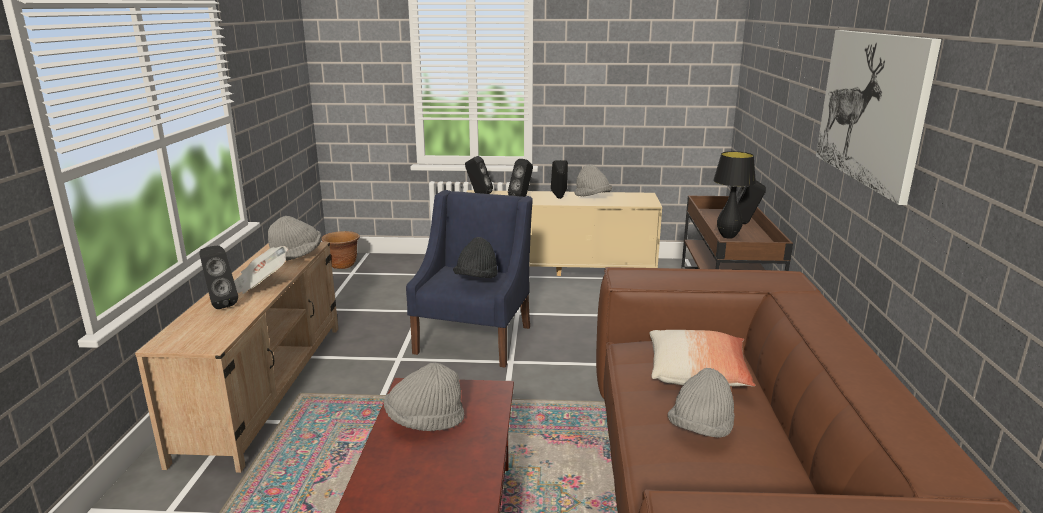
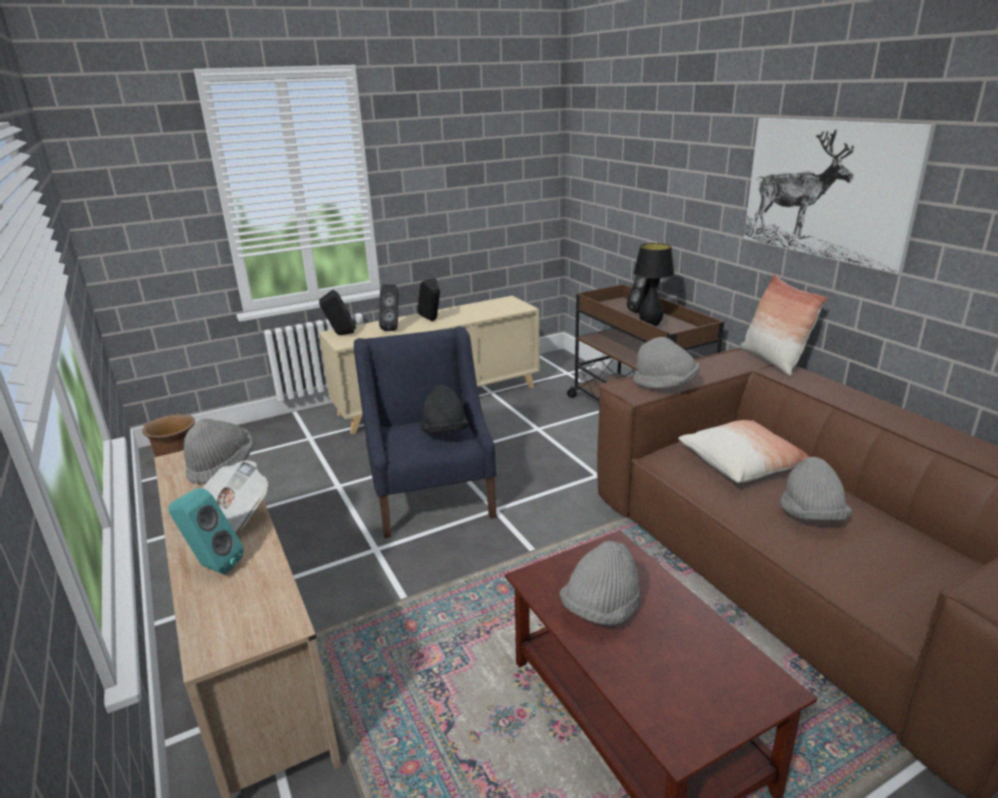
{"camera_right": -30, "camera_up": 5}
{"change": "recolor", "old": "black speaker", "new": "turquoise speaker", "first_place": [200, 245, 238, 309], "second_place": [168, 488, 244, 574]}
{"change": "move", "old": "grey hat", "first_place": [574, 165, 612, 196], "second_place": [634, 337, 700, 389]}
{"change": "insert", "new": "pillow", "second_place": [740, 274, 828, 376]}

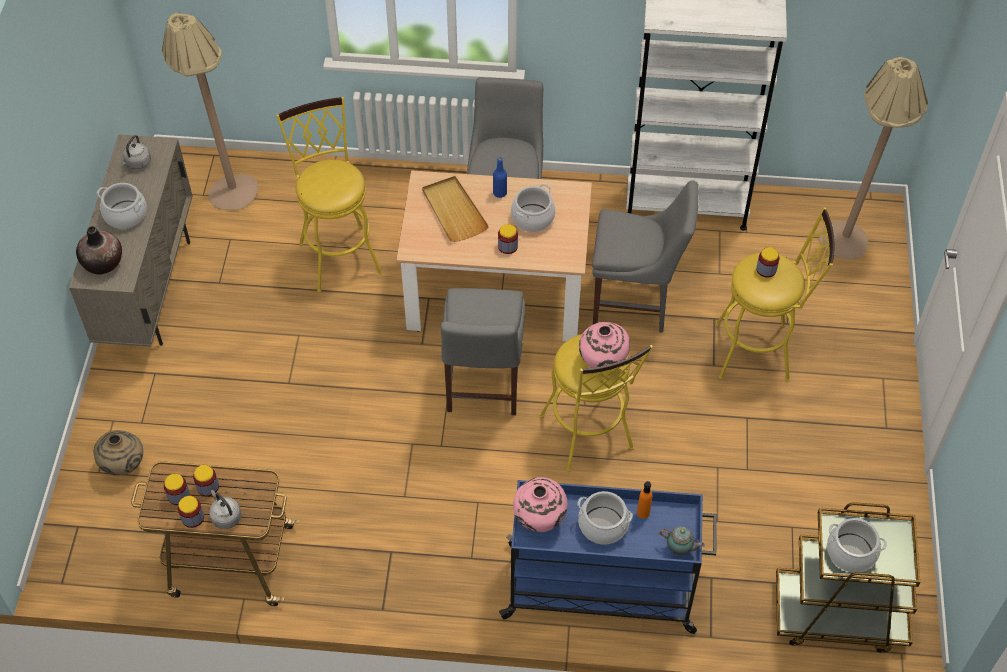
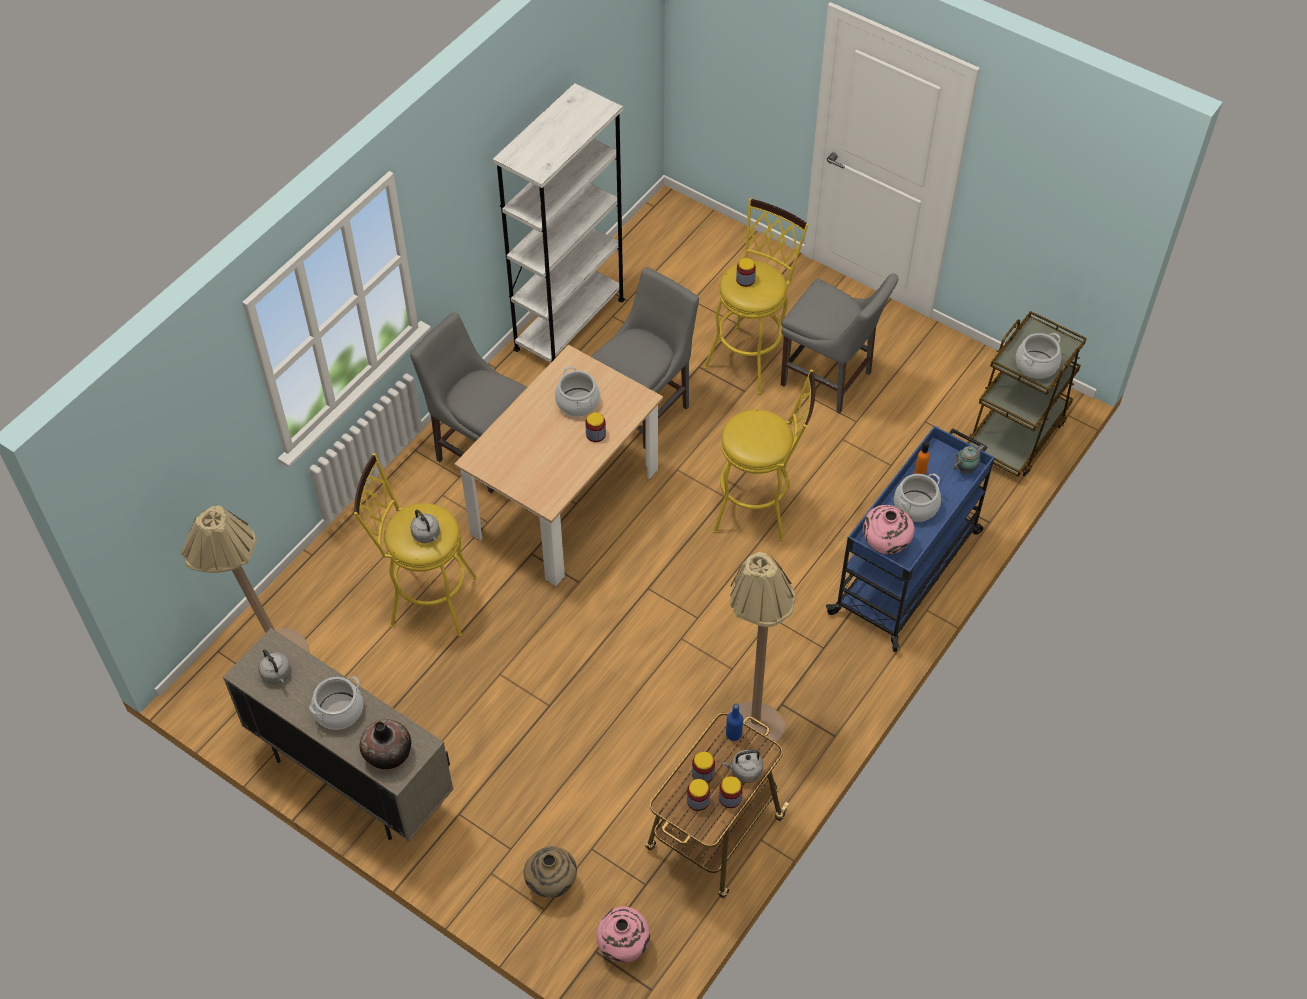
{"camera_right": -60, "camera_up": 0}
{"change": "delete", "old": "beige tray", "first_place": [422, 176, 489, 242]}
{"change": "move", "old": "grey chair", "first_place": [440, 288, 525, 415], "second_place": [781, 273, 899, 414]}
{"change": "move", "old": "blue bottle", "first_place": [493, 157, 507, 198], "second_place": [726, 703, 743, 741]}
{"change": "move", "old": "pink vase", "first_place": [579, 322, 630, 368], "second_place": [596, 906, 650, 962]}
{"change": "move", "old": "beige floor lamp", "first_place": [819, 56, 928, 260], "second_place": [725, 552, 796, 750]}
{"change": "insert", "new": "grey kettle", "second_place": [410, 510, 440, 543]}

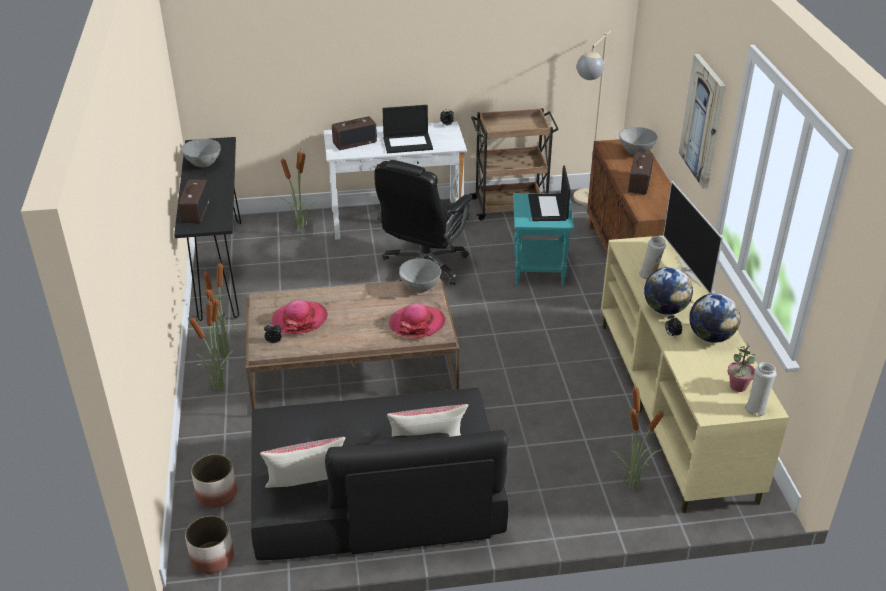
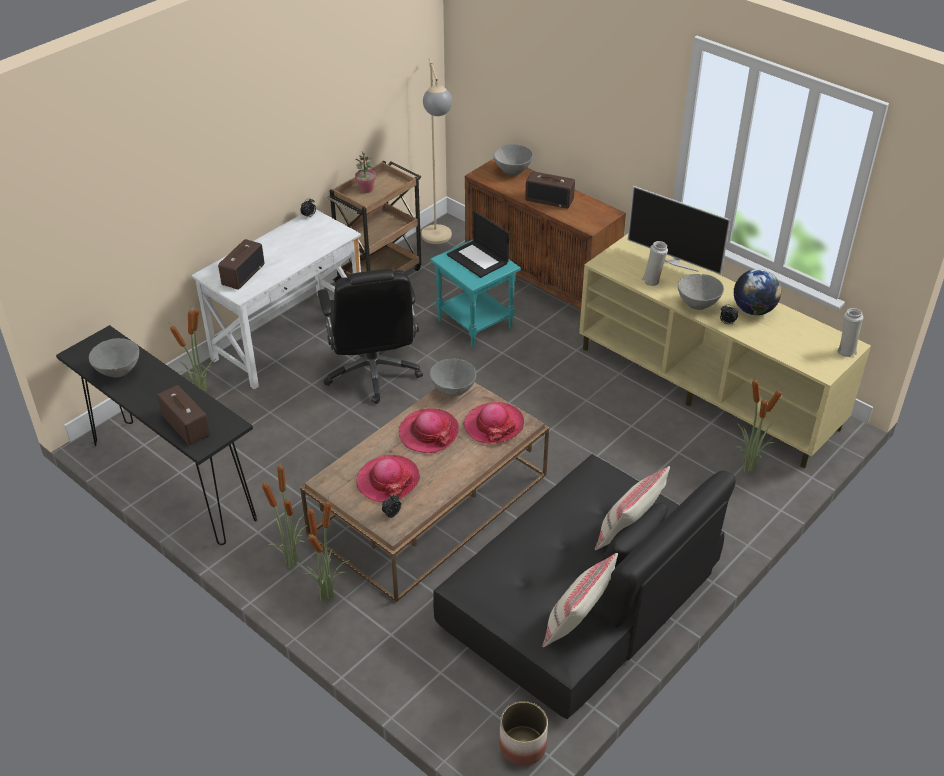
{"camera_right": -40, "camera_up": 5}
{"change": "delete", "old": "planter", "first_place": [191, 454, 237, 508]}
{"change": "delete", "old": "laptop", "first_place": [382, 105, 433, 153]}
{"change": "rotate", "old": "radio", "first_place": [628, 152, 654, 195], "second_place": [525, 171, 575, 209], "degrees": 135}
{"change": "replace", "old": "globe", "new": "grey bowl", "first_place": [644, 267, 693, 315], "second_place": [678, 274, 724, 310]}
{"change": "delete", "old": "picture", "first_place": [679, 54, 726, 189]}
{"change": "move", "old": "potted plant", "first_place": [727, 343, 756, 392], "second_place": [355, 152, 376, 193]}
{"change": "insert", "new": "hat", "second_place": [398, 408, 459, 453]}

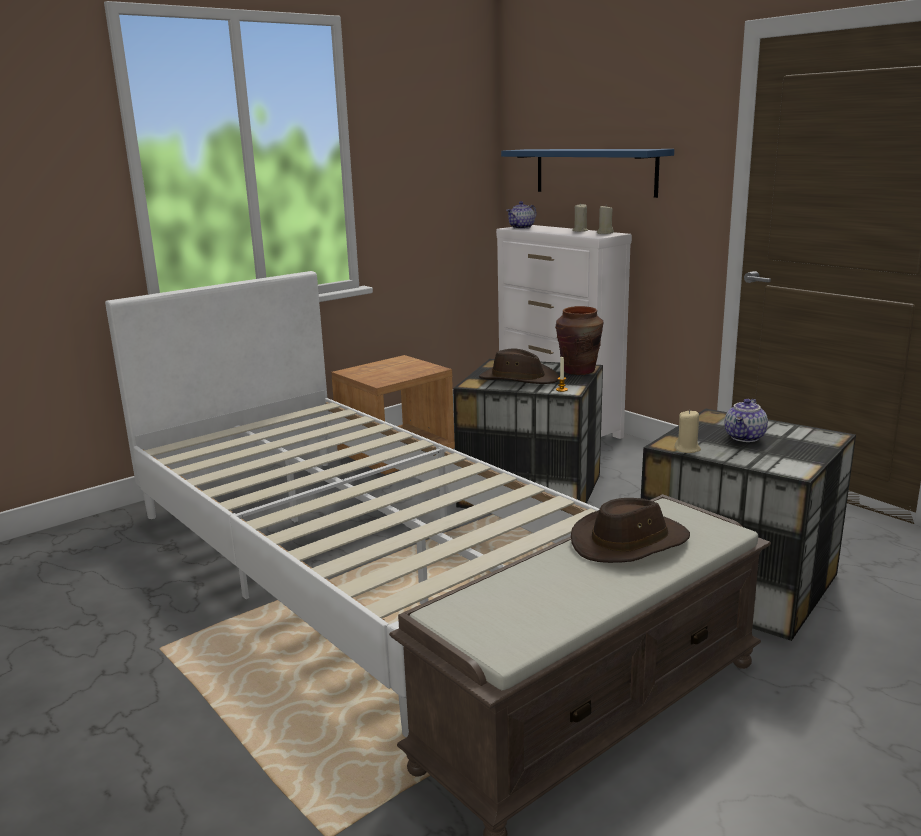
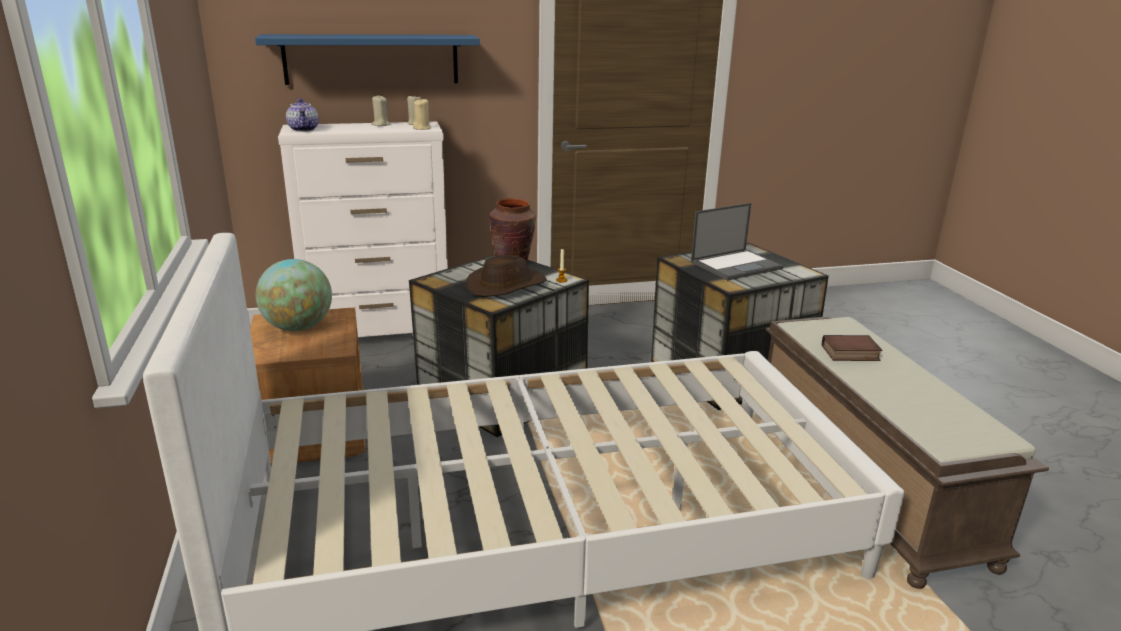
{"camera_right": -65, "camera_up": 5}
{"change": "replace", "old": "brown hat", "new": "book", "first_place": [571, 498, 690, 563], "second_place": [822, 335, 882, 361]}
{"change": "move", "old": "beige candle", "first_place": [675, 410, 701, 453], "second_place": [413, 99, 431, 130]}
{"change": "replace", "old": "teapot", "new": "laptop", "first_place": [724, 399, 768, 442], "second_place": [691, 203, 783, 281]}
{"change": "insert", "new": "globe", "second_place": [256, 259, 332, 331]}

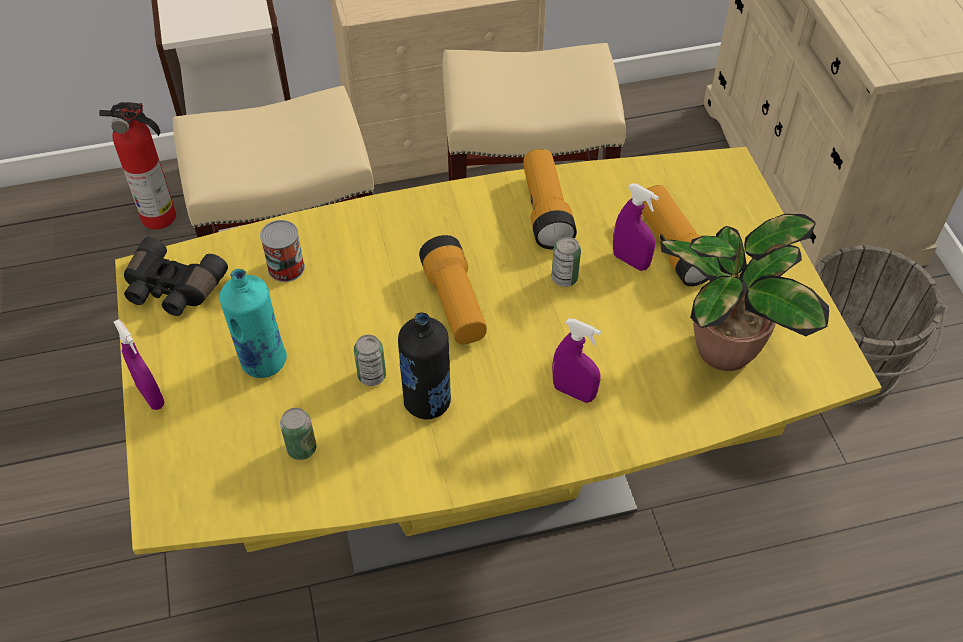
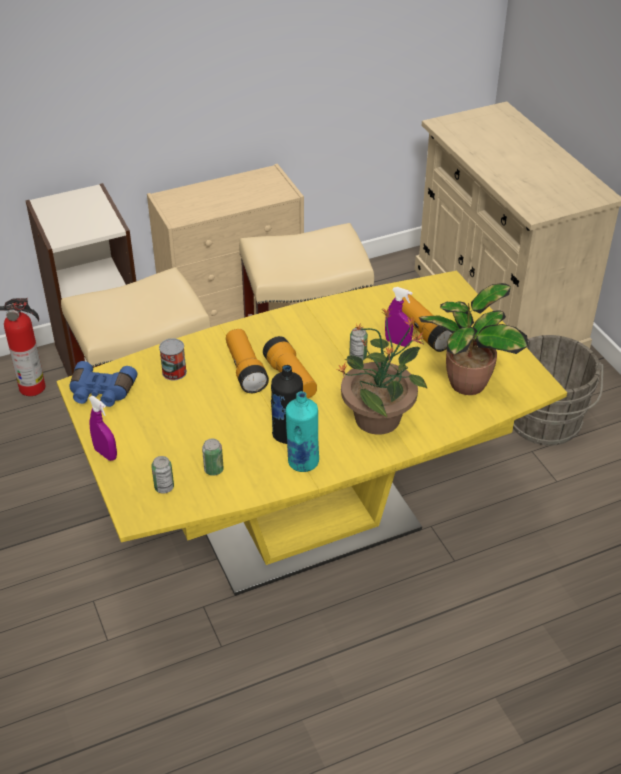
{"camera_right": -10, "camera_up": -10}
{"change": "recolor", "old": "black binoculars", "new": "blue binoculars", "first_place": [124, 237, 228, 316], "second_place": [69, 361, 137, 407]}
{"change": "move", "old": "turquoise bottle", "first_place": [219, 269, 287, 378], "second_place": [286, 391, 319, 472]}
{"change": "move", "old": "can", "first_place": [354, 335, 386, 386], "second_place": [151, 456, 174, 494]}
{"change": "move", "old": "flashlight", "first_place": [523, 149, 577, 249], "second_place": [226, 329, 269, 393]}
{"change": "replace", "old": "purple spray bottle", "new": "potted plant", "first_place": [552, 318, 601, 403], "second_place": [337, 309, 427, 435]}

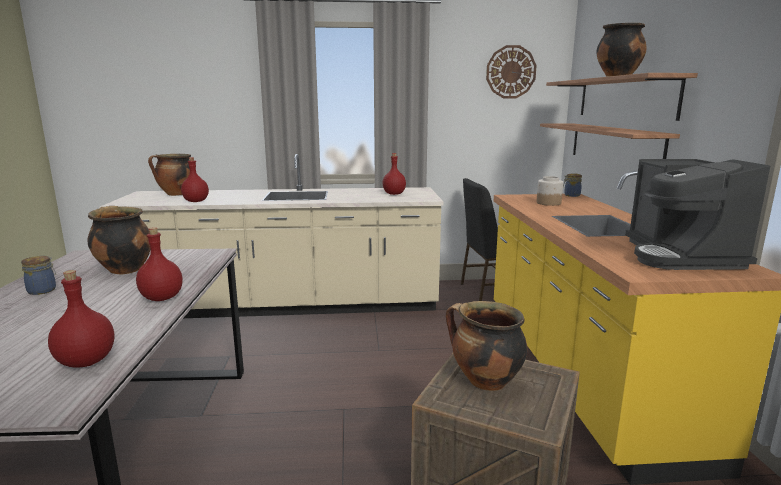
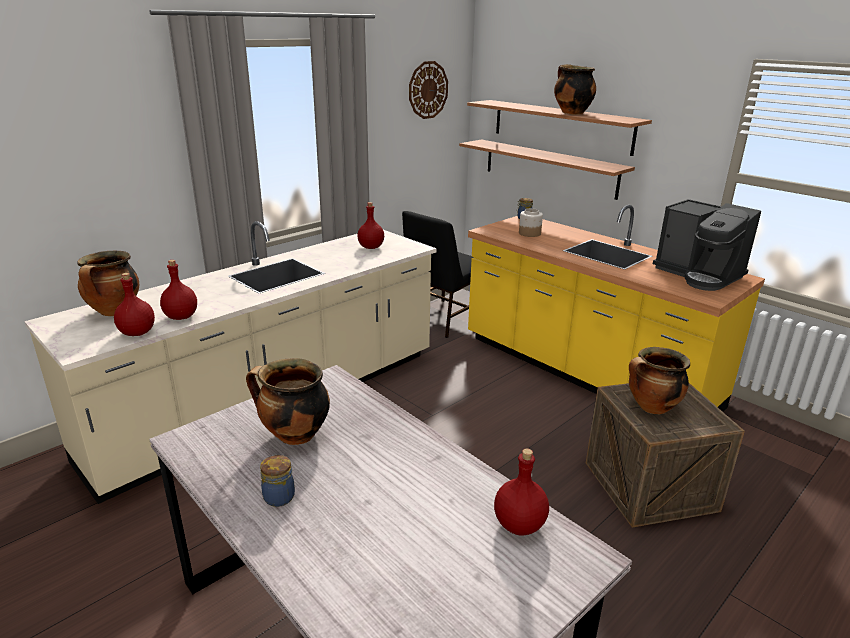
{"camera_right": -40, "camera_up": 10}
{"change": "move", "old": "red bottle", "first_place": [136, 227, 183, 301], "second_place": [114, 273, 155, 336]}

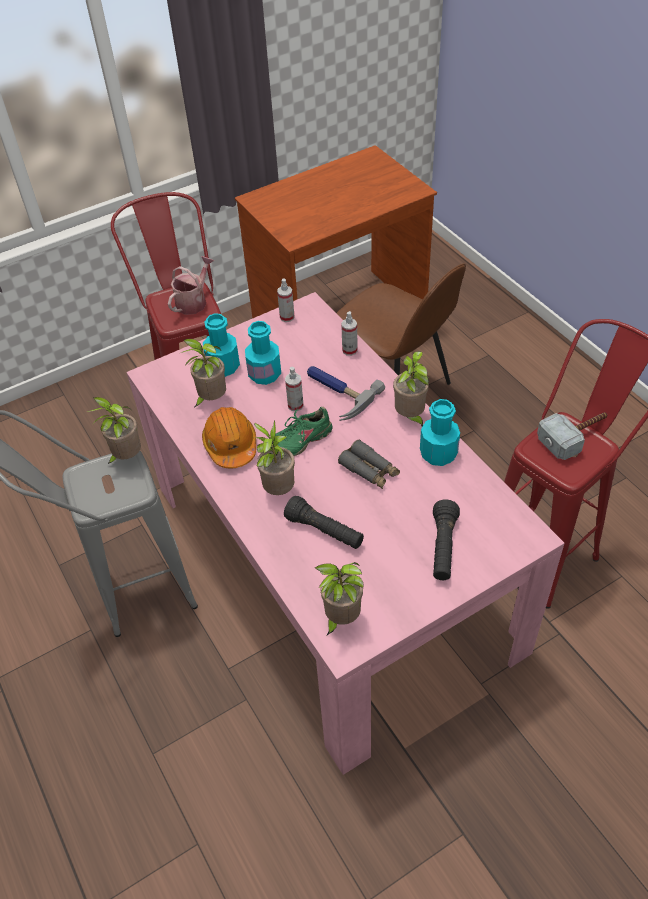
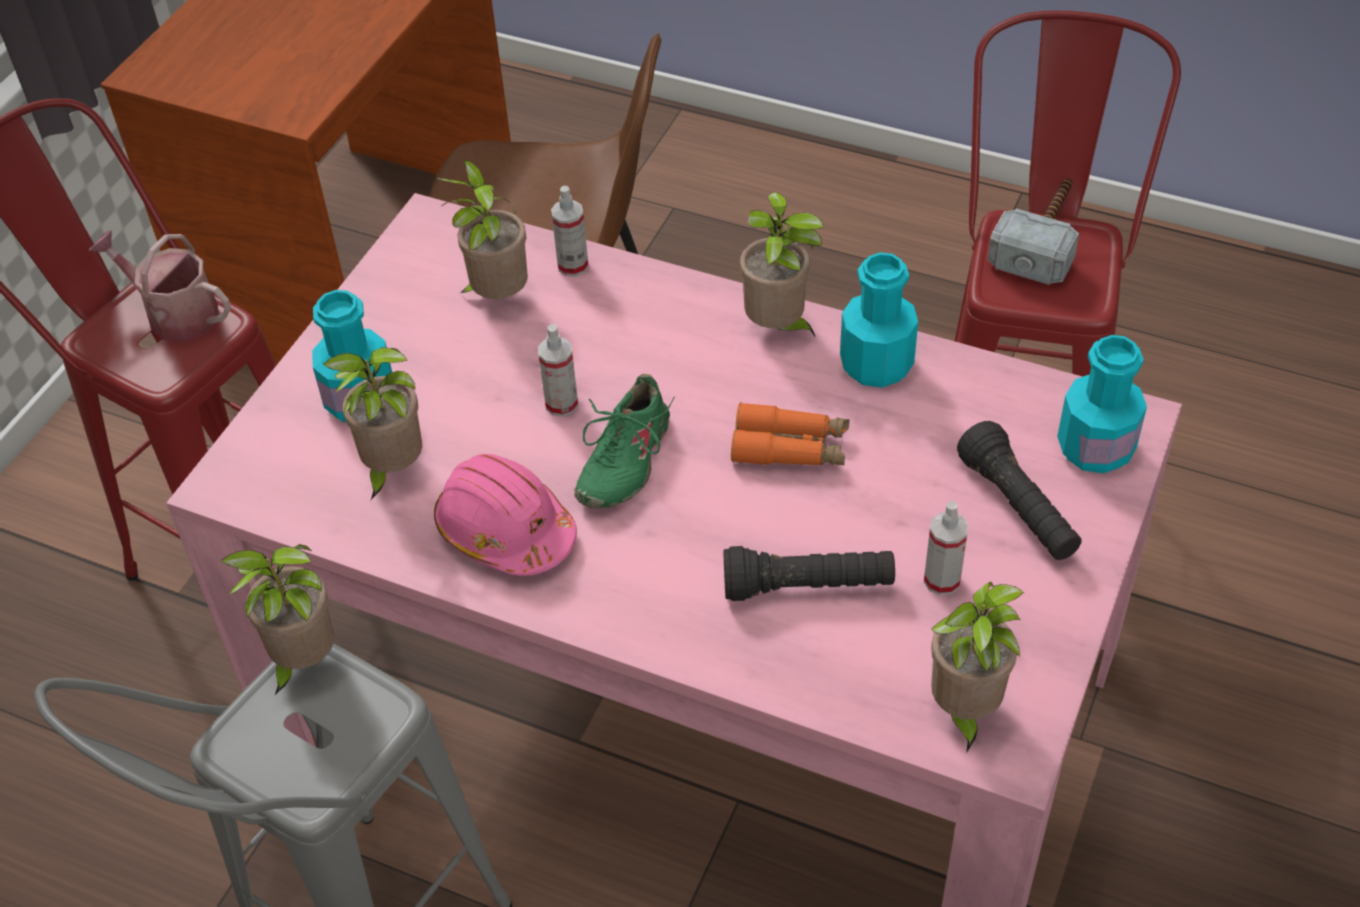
{"camera_right": -35, "camera_up": 0}
{"change": "rotate", "old": "watering can", "first_place": [168, 256, 214, 315], "second_place": [89, 230, 231, 342], "degrees": -60}
{"change": "recolor", "old": "orange hard hat", "new": "pink hard hat", "first_place": [202, 407, 256, 468], "second_place": [434, 454, 577, 576]}
{"change": "move", "old": "turquoise bottle", "first_place": [245, 321, 281, 385], "second_place": [1057, 335, 1147, 473]}
{"change": "move", "old": "potted plant", "first_place": [254, 420, 295, 495], "second_place": [437, 160, 528, 299]}
{"change": "move", "old": "spray bottle", "first_place": [277, 279, 295, 322], "second_place": [924, 501, 969, 595]}
{"change": "delete", "old": "hammer", "first_place": [307, 366, 385, 421]}
{"change": "recolor", "old": "grey binoculars", "new": "orange binoculars", "first_place": [338, 440, 400, 489], "second_place": [731, 402, 850, 465]}

